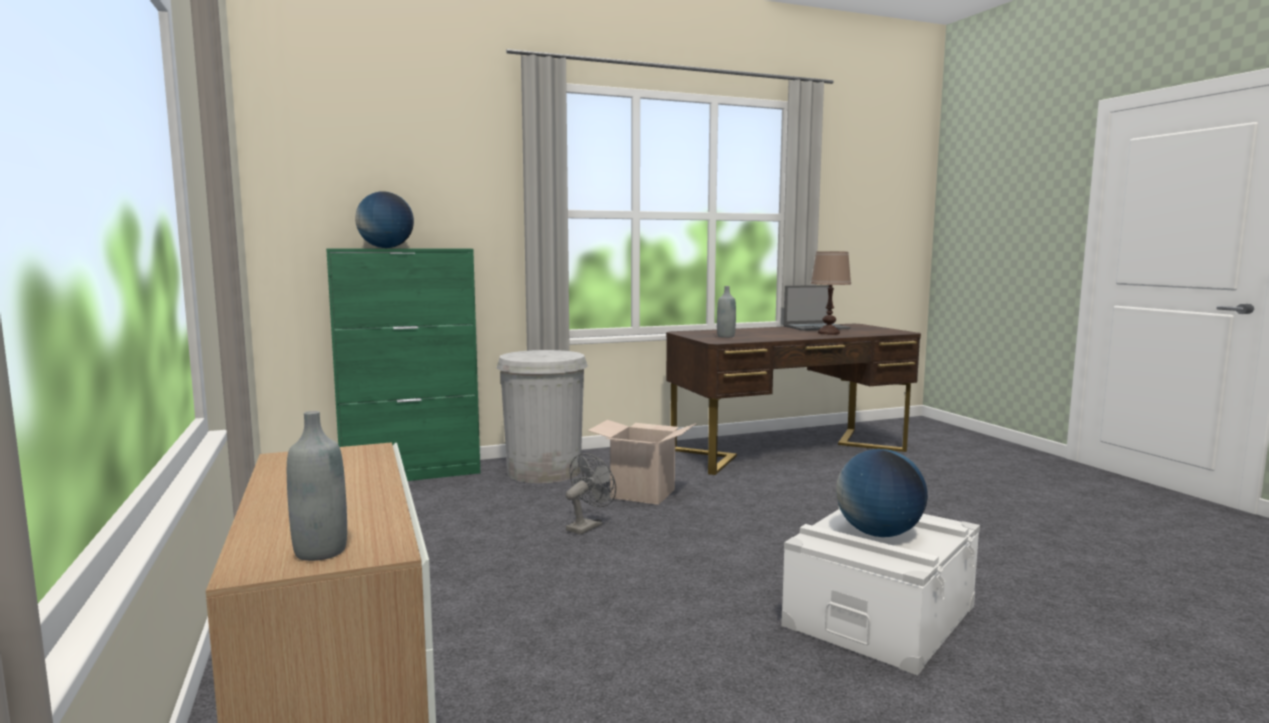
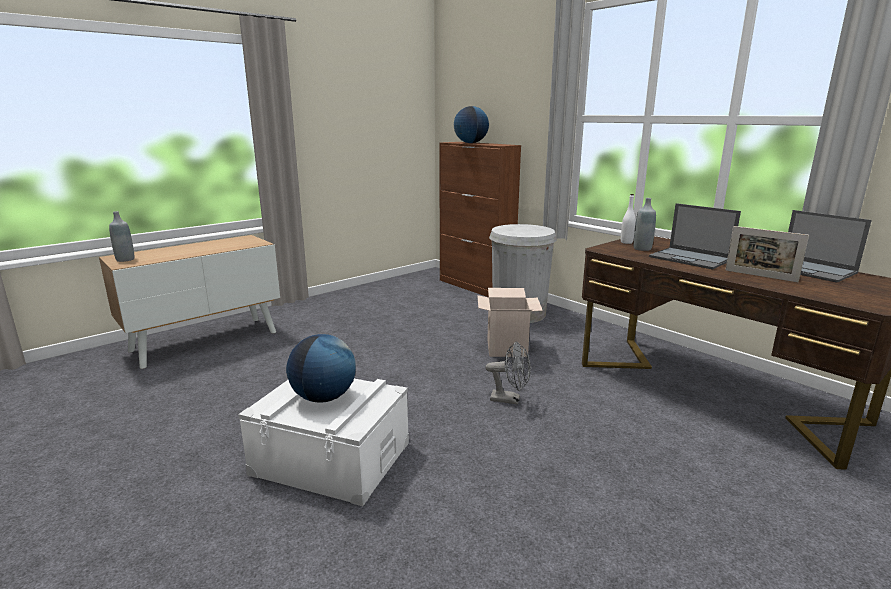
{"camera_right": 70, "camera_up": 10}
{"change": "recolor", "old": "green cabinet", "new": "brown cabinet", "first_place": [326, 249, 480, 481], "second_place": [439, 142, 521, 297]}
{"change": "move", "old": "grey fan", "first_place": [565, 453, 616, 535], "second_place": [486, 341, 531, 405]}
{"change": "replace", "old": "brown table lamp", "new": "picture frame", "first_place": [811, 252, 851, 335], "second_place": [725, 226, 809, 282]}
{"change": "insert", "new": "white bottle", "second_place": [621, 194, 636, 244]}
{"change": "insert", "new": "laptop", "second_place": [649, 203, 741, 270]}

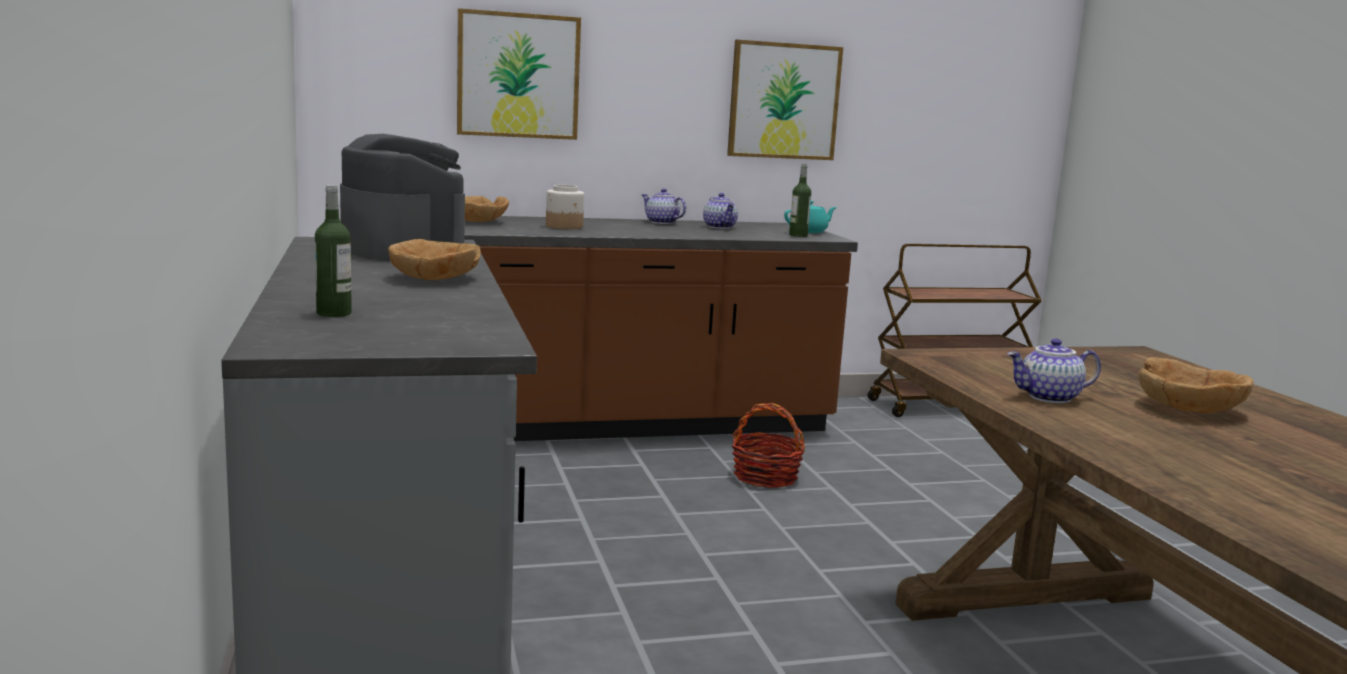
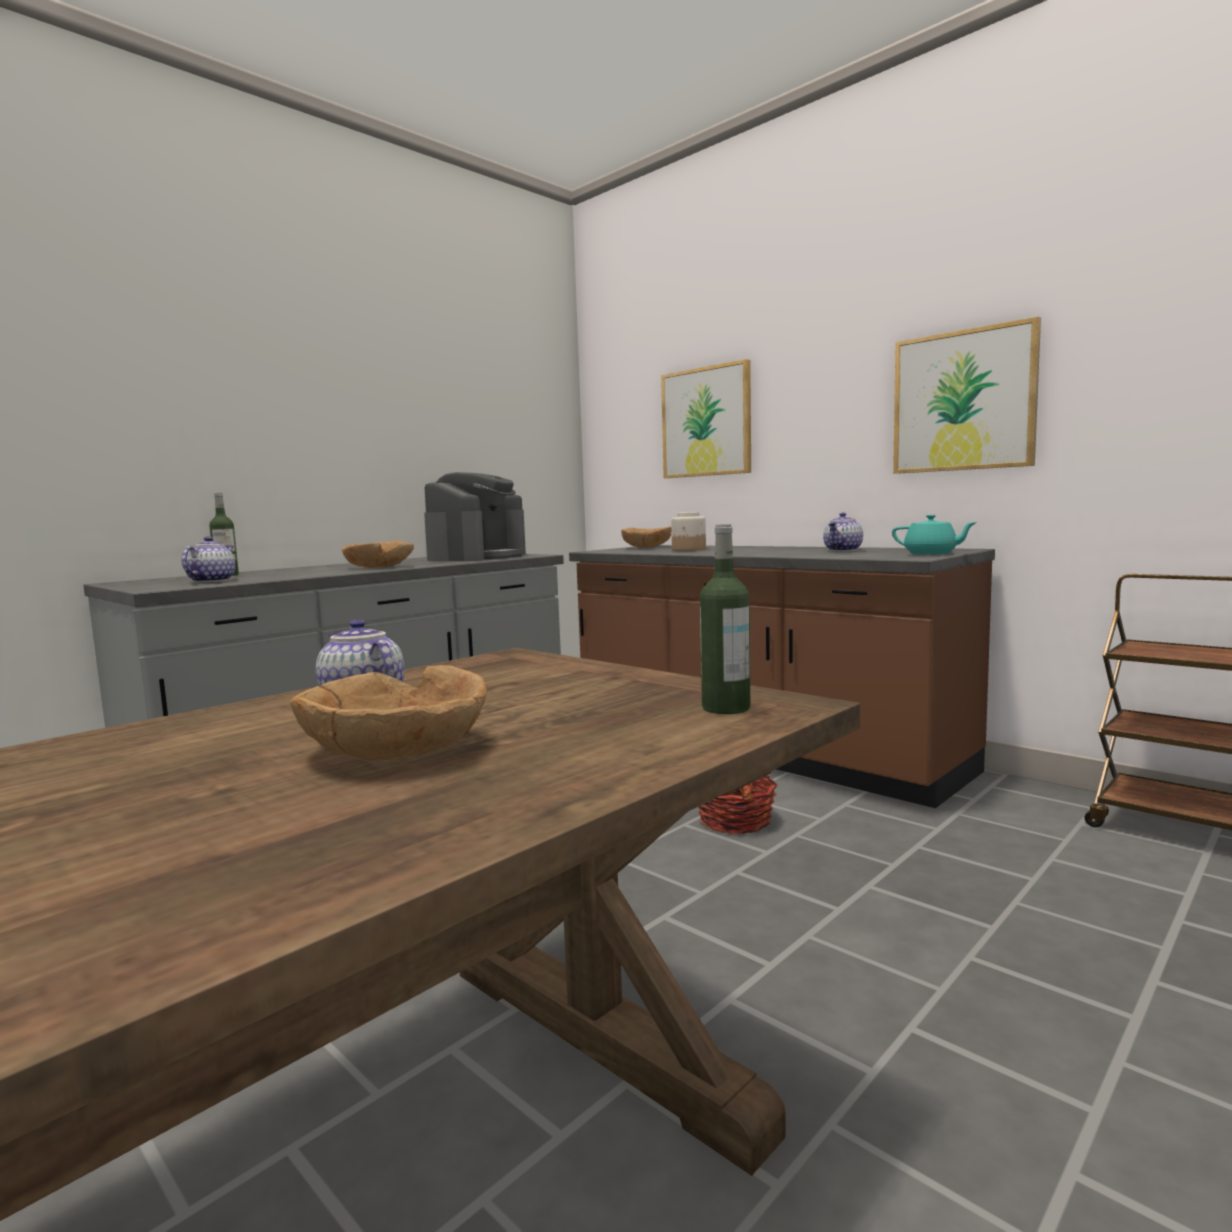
{"camera_right": 60, "camera_up": -5}
{"change": "move", "old": "teapot", "first_place": [642, 189, 686, 224], "second_place": [181, 536, 235, 583]}
{"change": "move", "old": "bottle", "first_place": [789, 164, 812, 237], "second_place": [700, 524, 750, 714]}

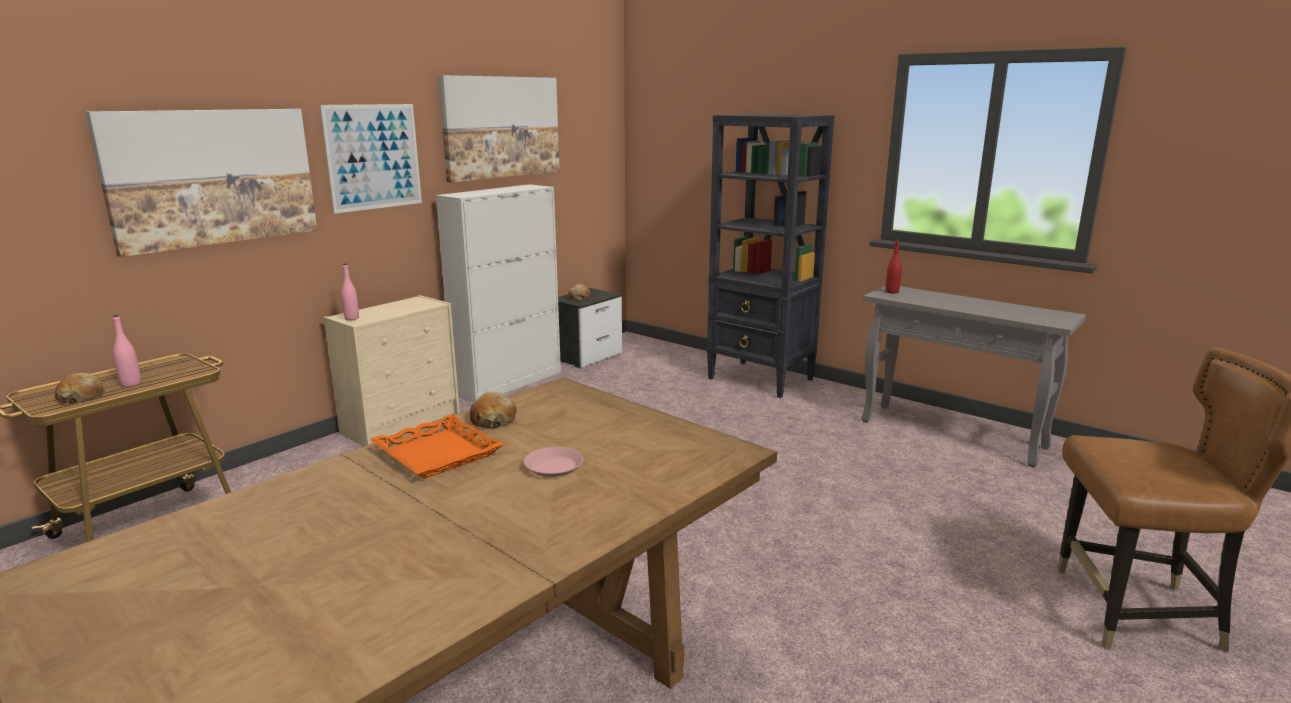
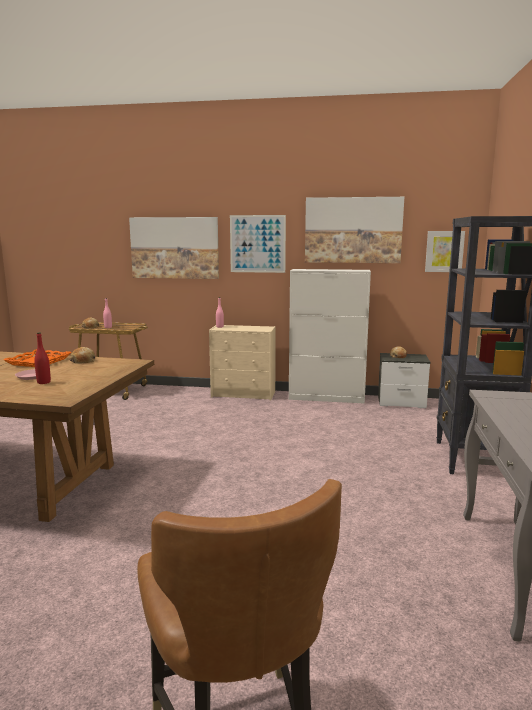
{"camera_right": 60, "camera_up": -5}
{"change": "move", "old": "red bottle", "first_place": [886, 240, 902, 294], "second_place": [34, 332, 51, 384]}
{"change": "insert", "new": "picture", "second_place": [425, 231, 465, 272]}

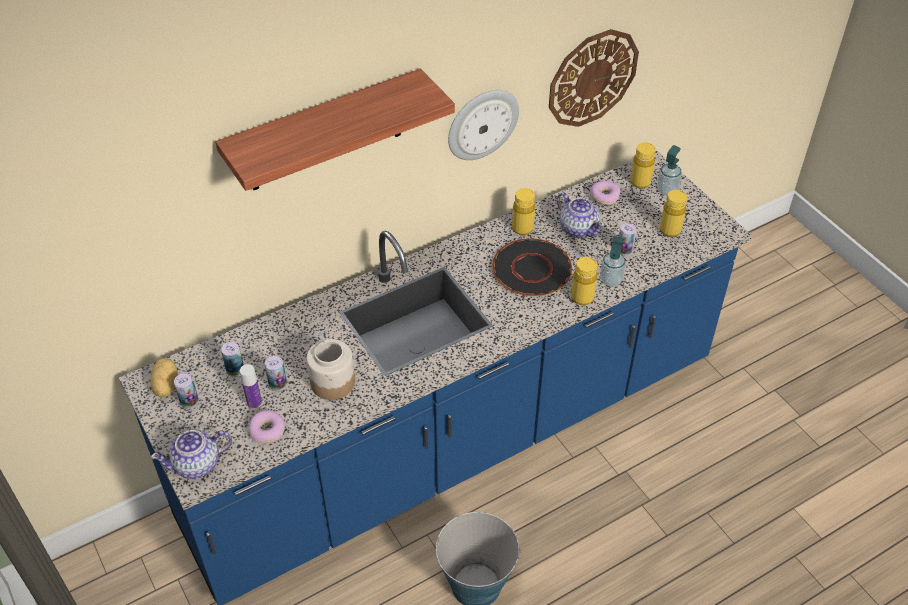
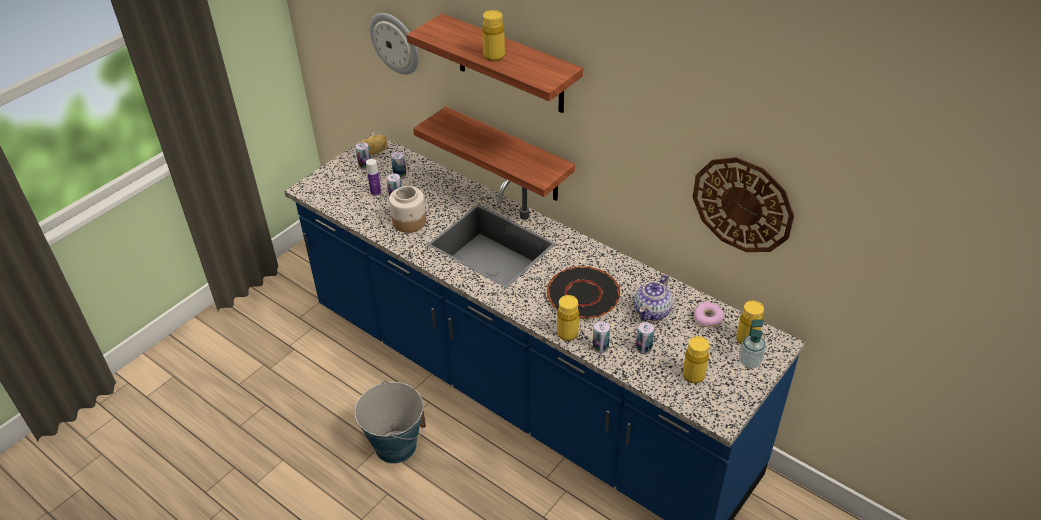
{"camera_right": 70, "camera_up": -5}
{"change": "delete", "old": "teapot", "first_place": [150, 429, 232, 479]}
{"change": "delete", "old": "donut", "first_place": [249, 410, 285, 443]}
{"change": "move", "old": "wall clock", "first_place": [448, 90, 519, 160], "second_place": [370, 13, 419, 75]}
{"change": "move", "old": "yellow bottle", "first_place": [512, 188, 535, 235], "second_place": [482, 10, 505, 61]}
{"change": "replace", "old": "soap dispenser", "new": "can", "first_place": [600, 236, 626, 286], "second_place": [593, 321, 610, 354]}
{"change": "insert", "new": "shelf", "second_place": [413, 106, 575, 201]}

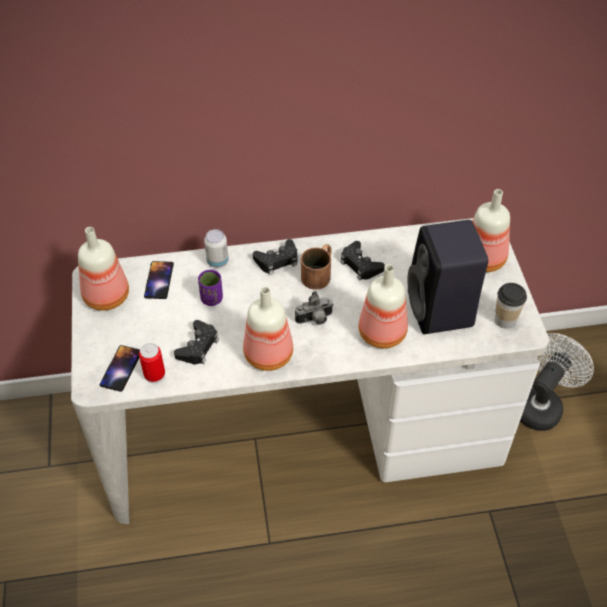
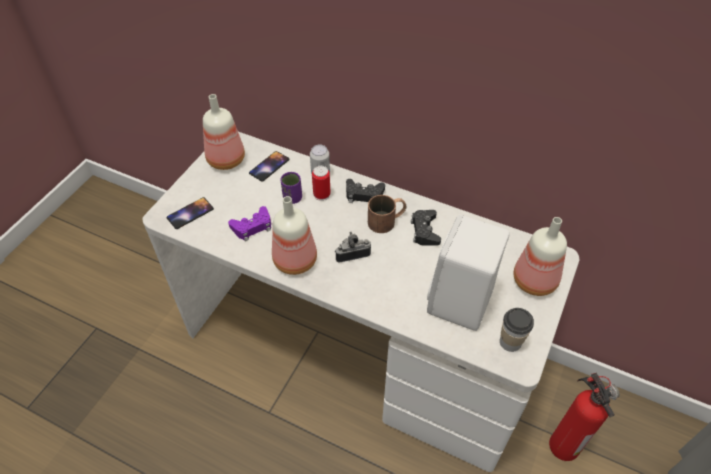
{"camera_right": 35, "camera_up": 0}
{"change": "move", "old": "can", "first_place": [139, 343, 165, 383], "second_place": [312, 166, 331, 201]}
{"change": "recolor", "old": "black game controller", "new": "purple game controller", "first_place": [174, 320, 219, 364], "second_place": [228, 206, 271, 241]}
{"change": "rotate", "old": "photo camera", "first_place": [295, 291, 333, 325], "second_place": [335, 232, 371, 263], "degrees": 150}
{"change": "delete", "old": "bottle", "first_place": [359, 264, 408, 348]}
{"change": "recolor", "old": "black speaker", "new": "white speaker", "first_place": [408, 220, 488, 334], "second_place": [427, 215, 510, 331]}
{"change": "replace", "old": "white fan", "new": "fire extinguisher", "first_place": [520, 333, 594, 431], "second_place": [549, 372, 620, 461]}

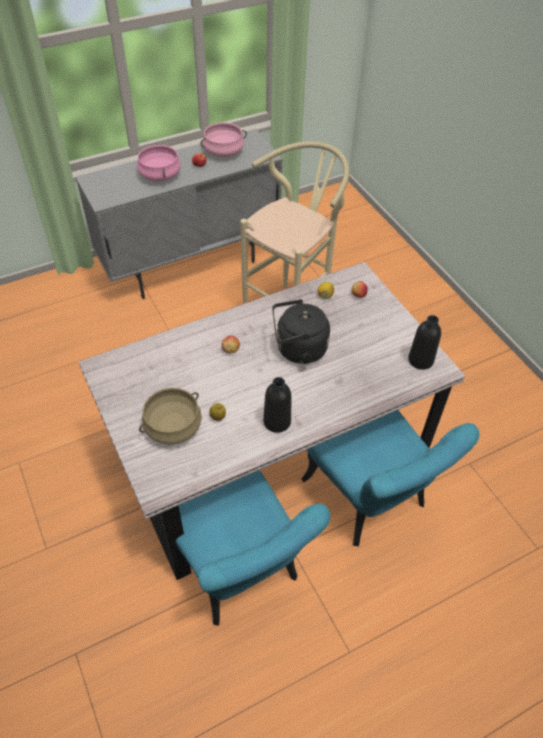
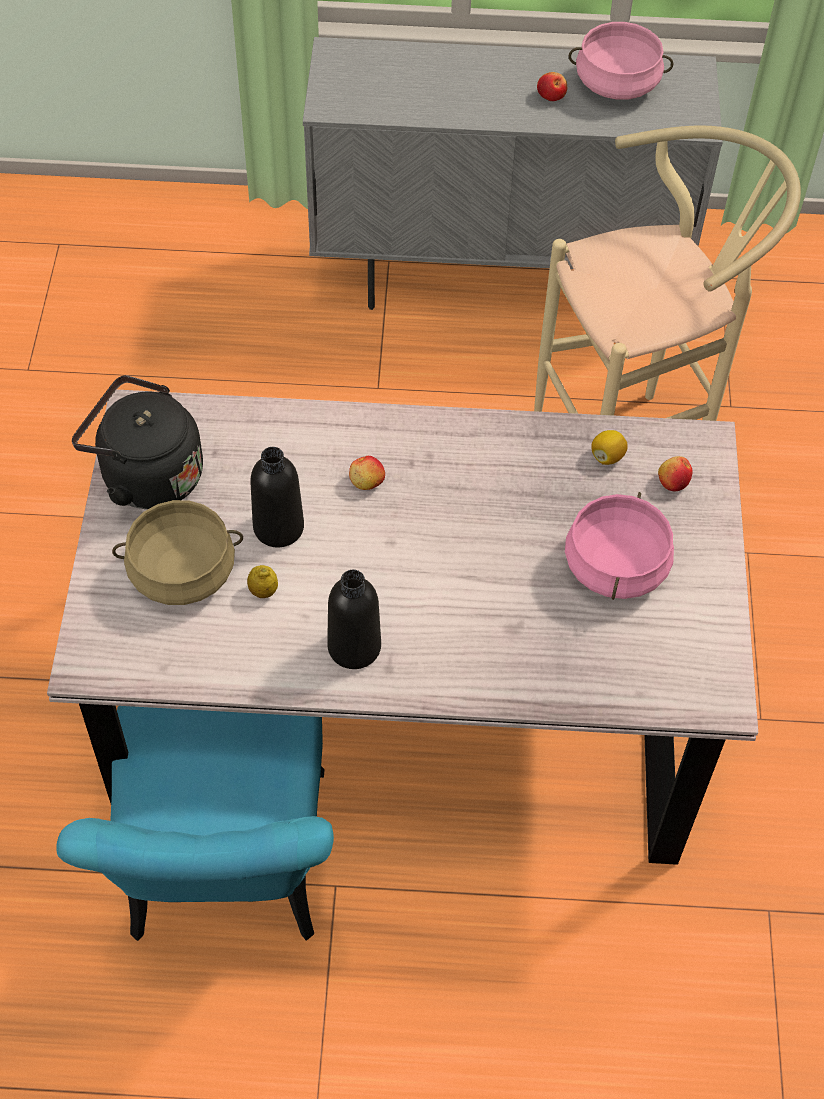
{"camera_right": 30, "camera_up": 5}
{"change": "move", "old": "pink cooking pot", "first_place": [137, 144, 181, 181], "second_place": [565, 492, 674, 600]}
{"change": "move", "old": "black kettle", "first_place": [272, 299, 330, 364], "second_place": [72, 375, 203, 509]}
{"change": "delete", "old": "turquoise chair", "first_place": [301, 410, 480, 546]}
{"change": "move", "old": "black bottle", "first_place": [408, 315, 441, 370], "second_place": [250, 447, 304, 547]}

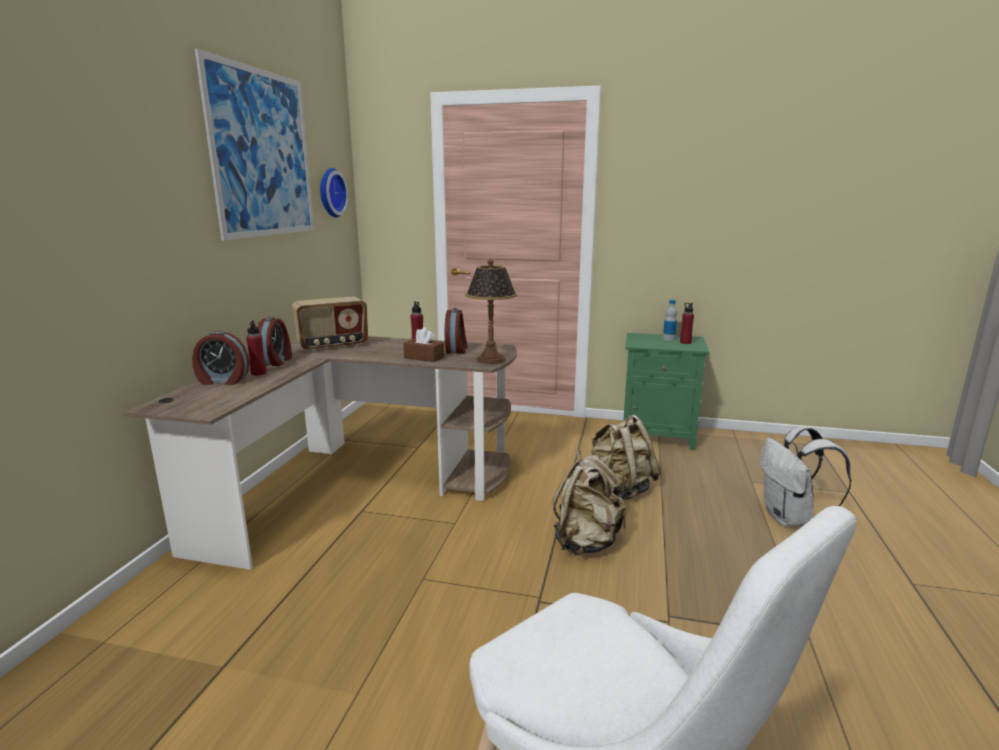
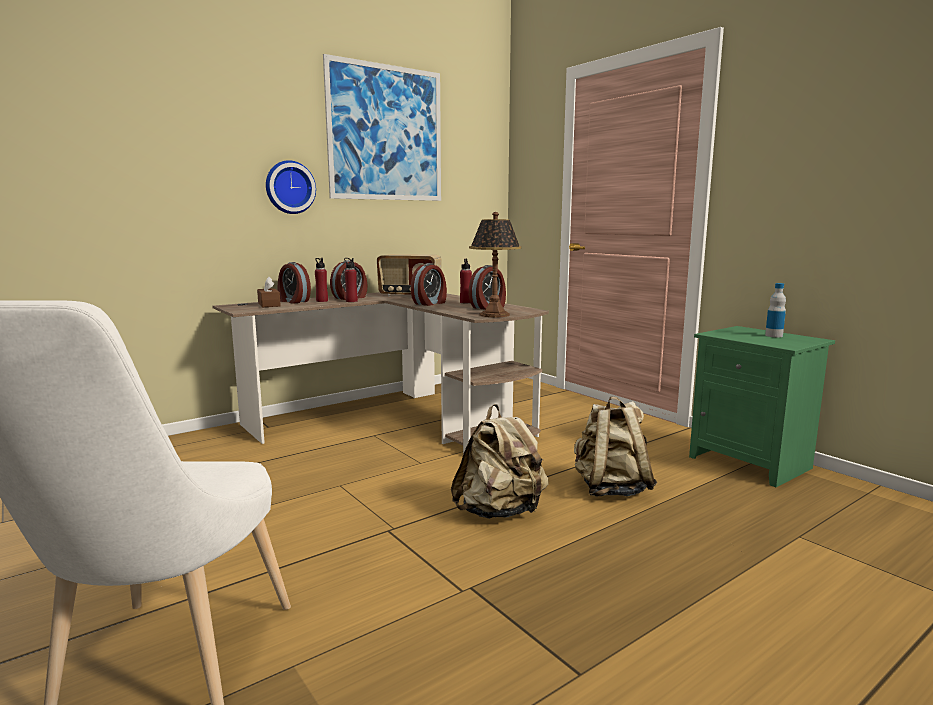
{"camera_right": 40, "camera_up": -5}
{"change": "move", "old": "wall clock", "first_place": [320, 168, 349, 218], "second_place": [266, 160, 316, 214]}
{"change": "move", "old": "brown tissue box", "first_place": [403, 327, 444, 362], "second_place": [257, 276, 281, 308]}
{"change": "move", "old": "red bottle", "first_place": [680, 302, 694, 344], "second_place": [344, 258, 358, 302]}
{"change": "delete", "old": "white backpack", "first_place": [760, 426, 852, 526]}
{"change": "insert", "new": "alarm clock", "second_place": [411, 263, 447, 306]}

